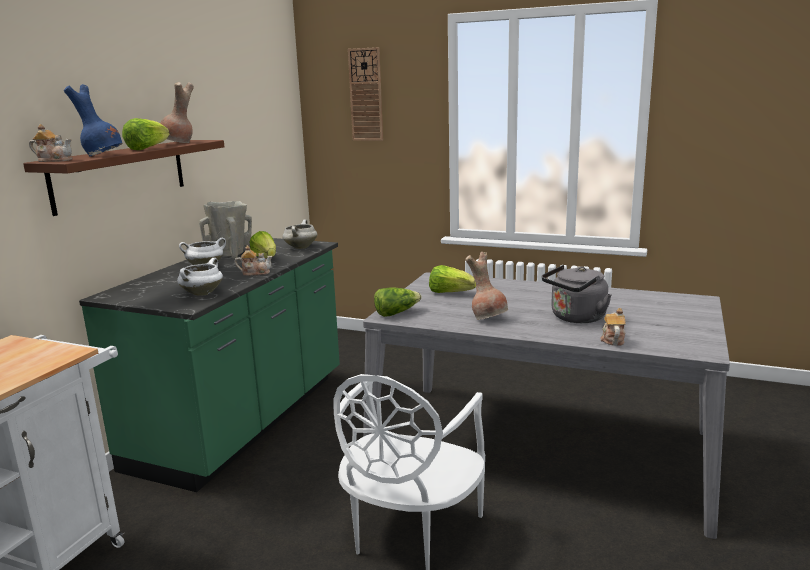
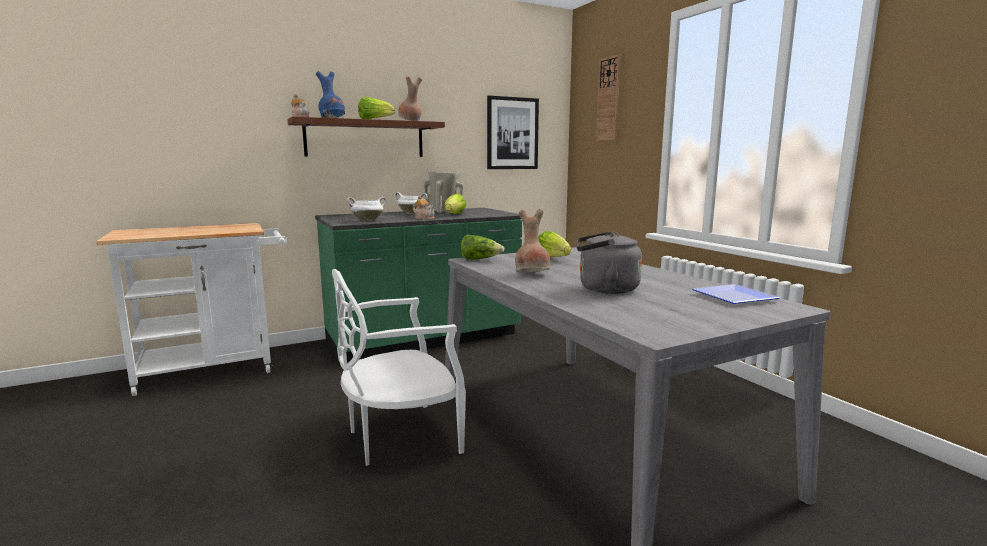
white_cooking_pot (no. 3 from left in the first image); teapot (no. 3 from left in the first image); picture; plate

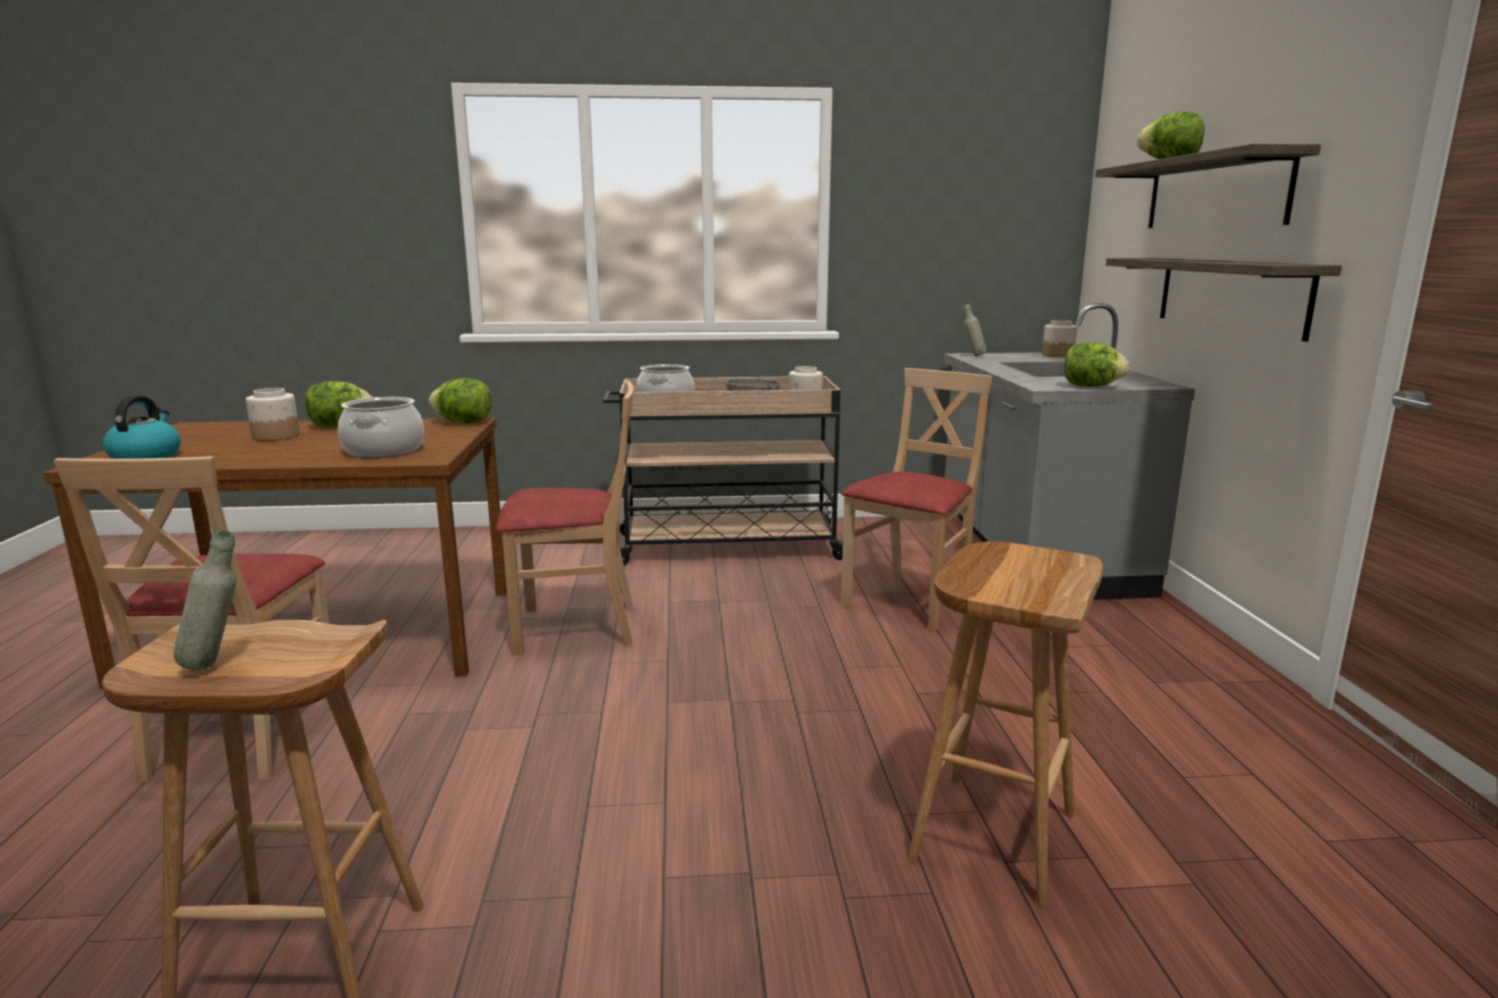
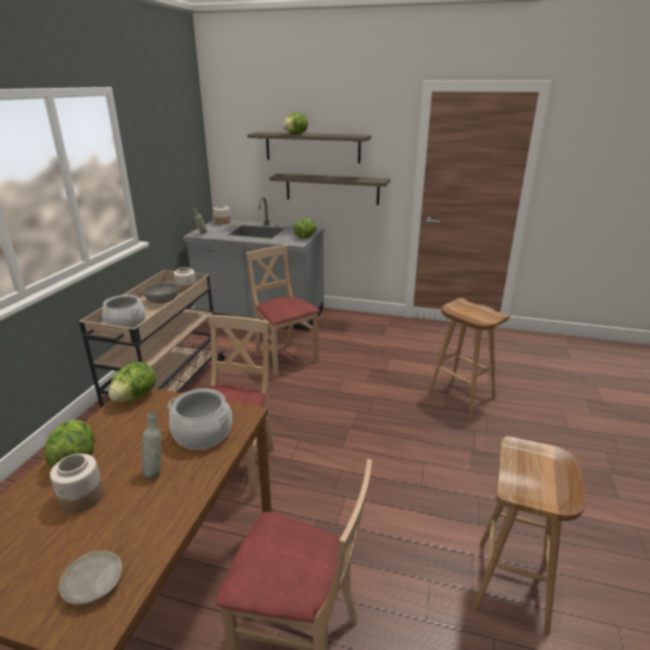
beige_plate; grey_bottle (no. 1 from left)

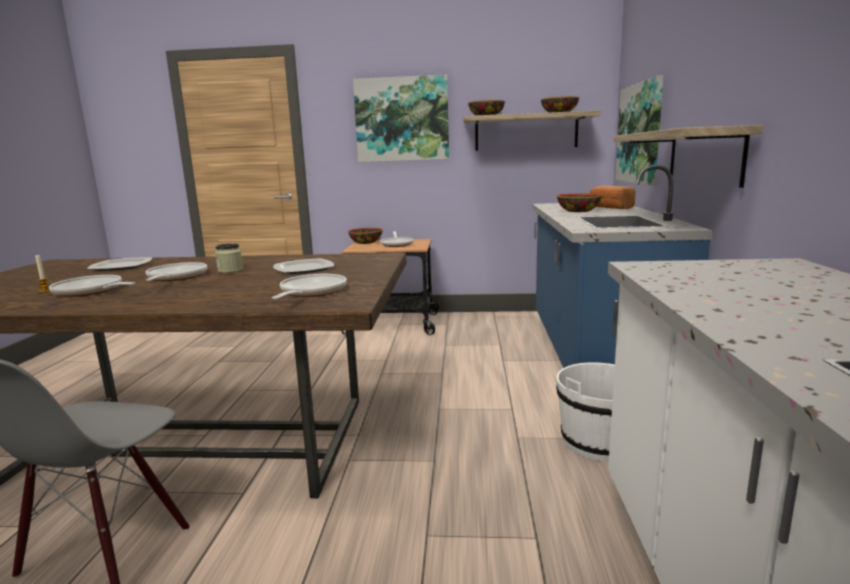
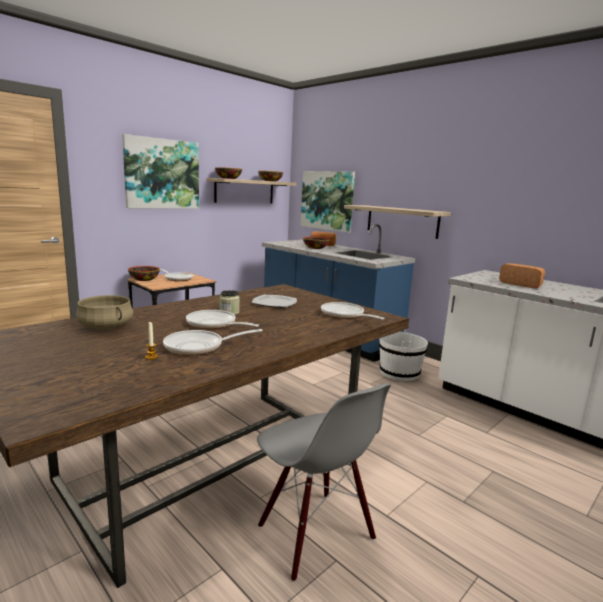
beige_cooking_pot; bread (no. 2 from left)

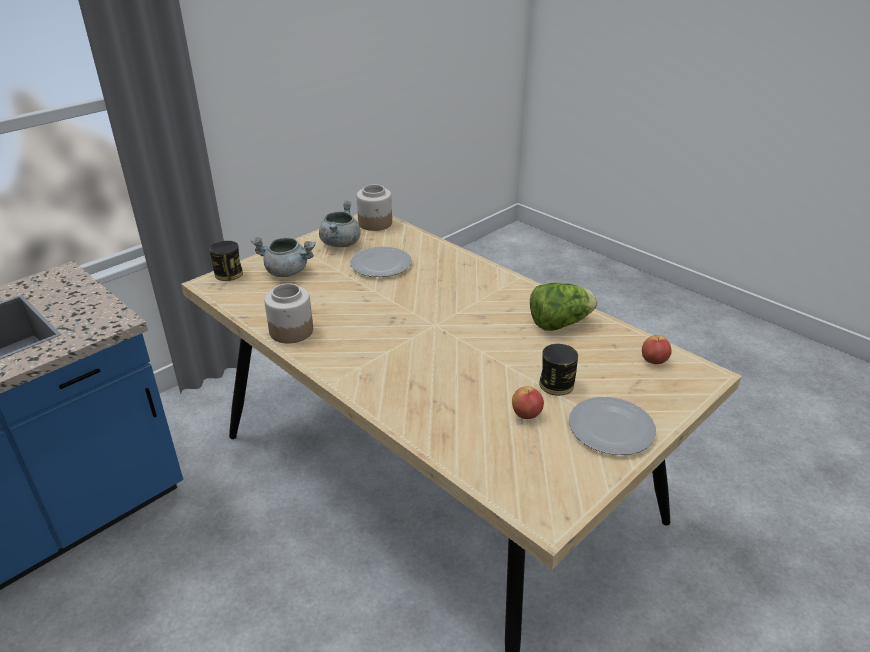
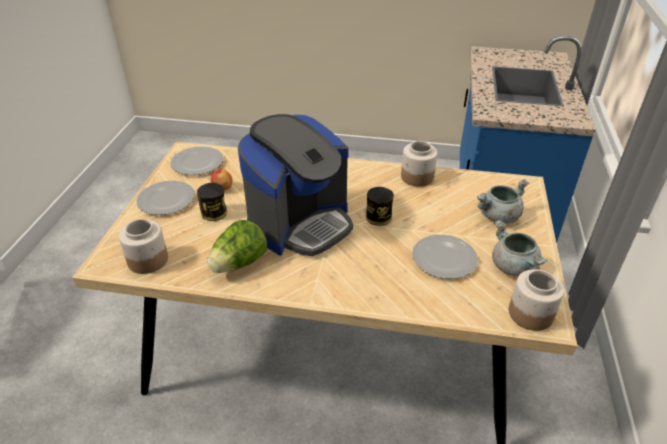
can (no. 2 from left); jar (no. 1 from left); coffee_machine; plate (no. 2 from left)

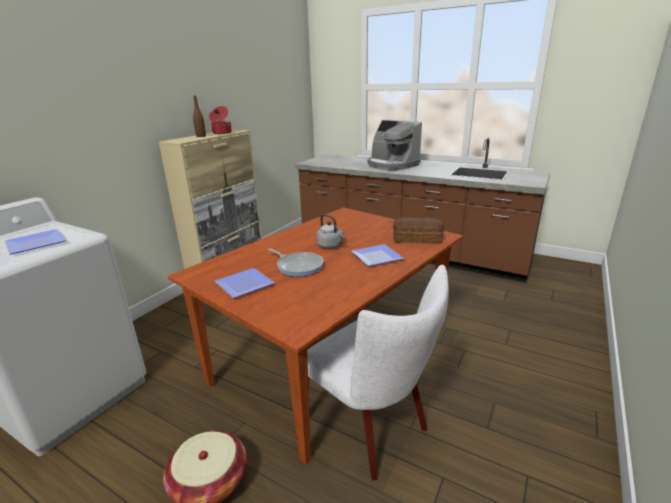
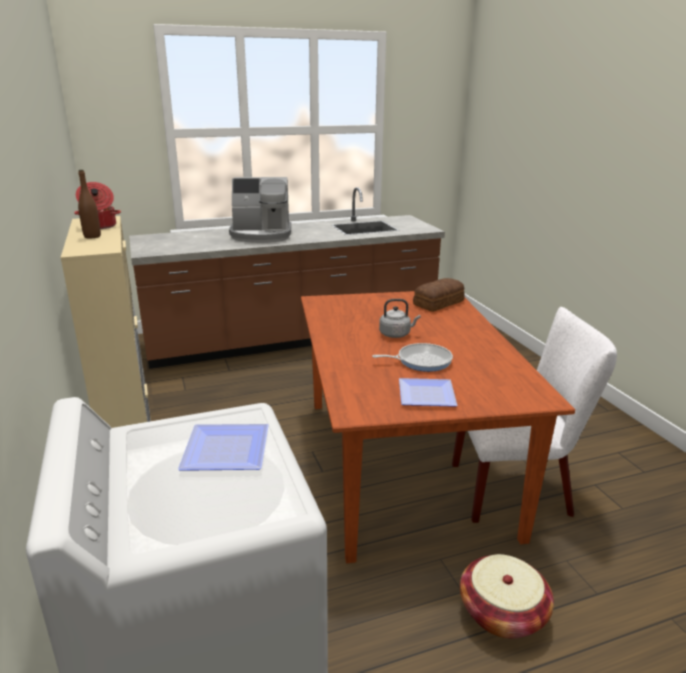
plate (no. 3 from left in the first image)

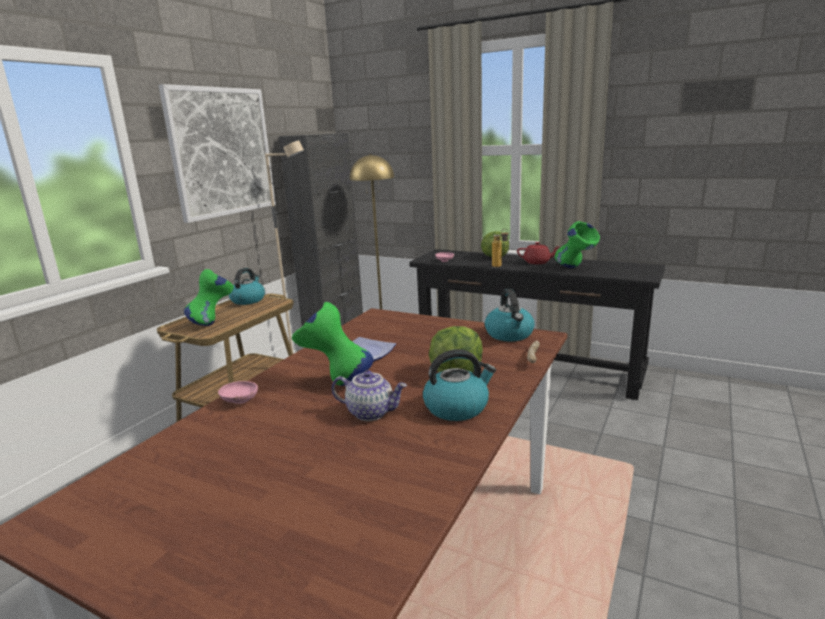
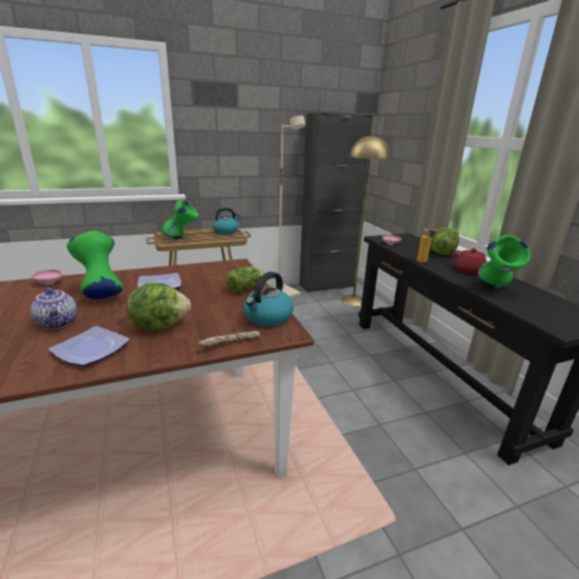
picture; plate (no. 1 from left); lettuce (no. 2 from left)

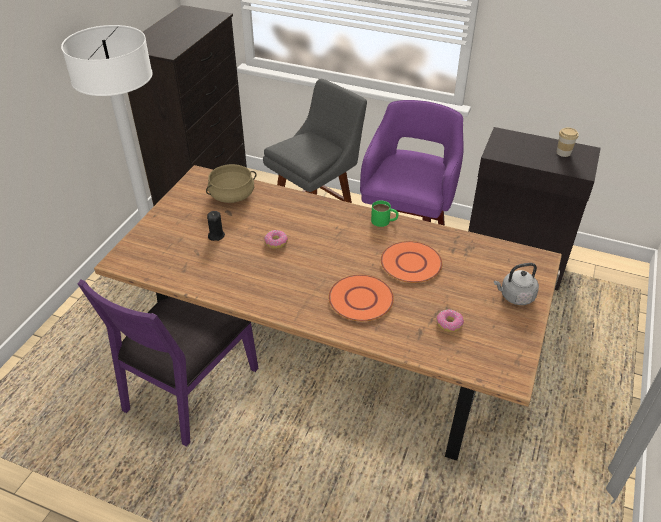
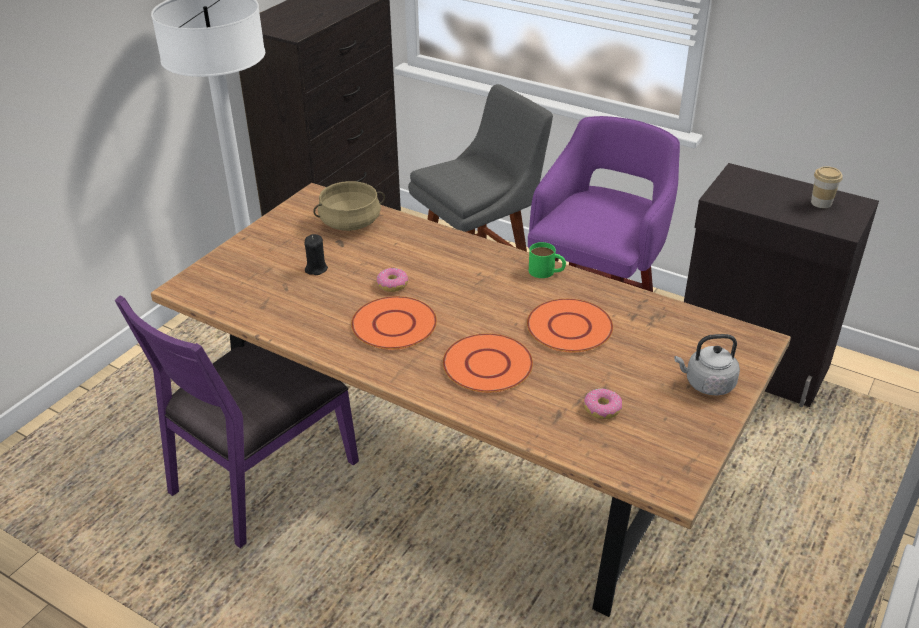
orange_plate (no. 1 from left)

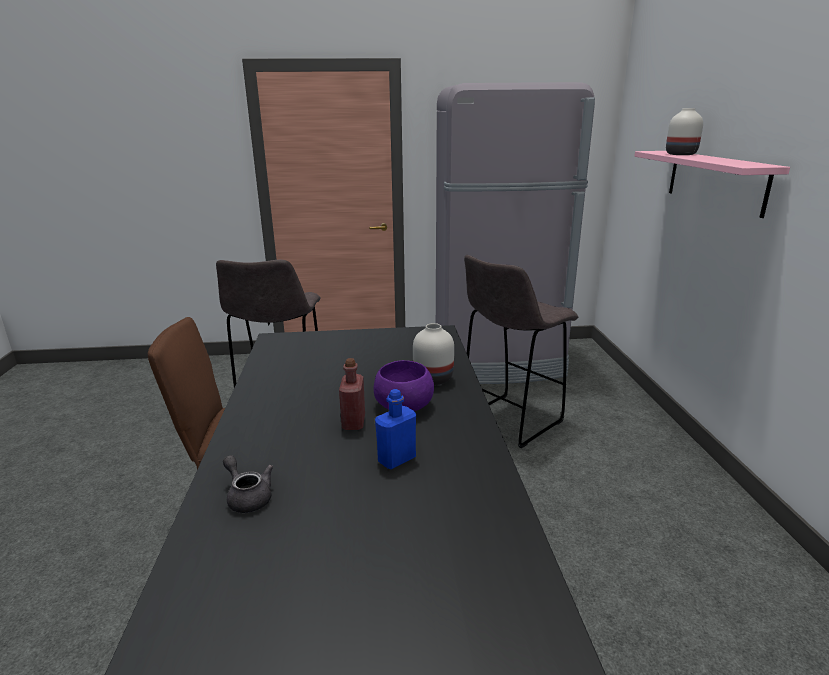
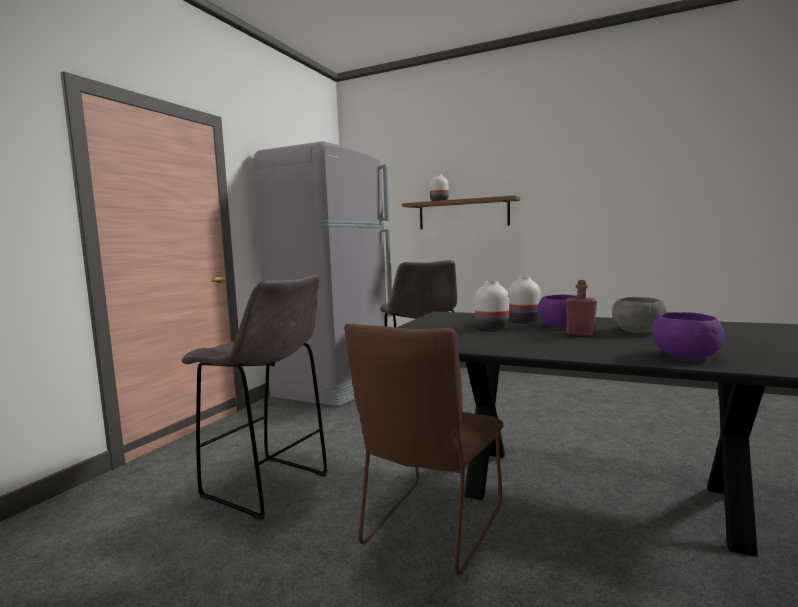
brown_shelf; grey_bowl; purple_bowl (no. 2 from left); white_vase (no. 2 from left)

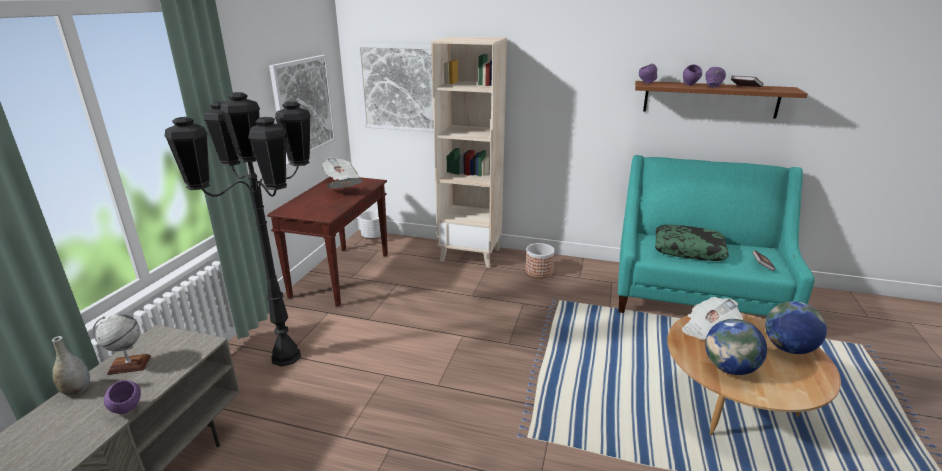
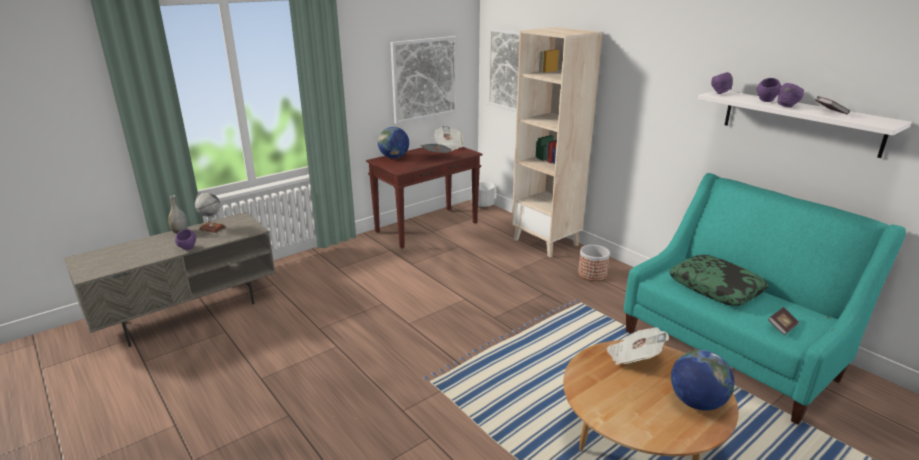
white_shelf; black_floor_lamp; globe (no. 2 from left)

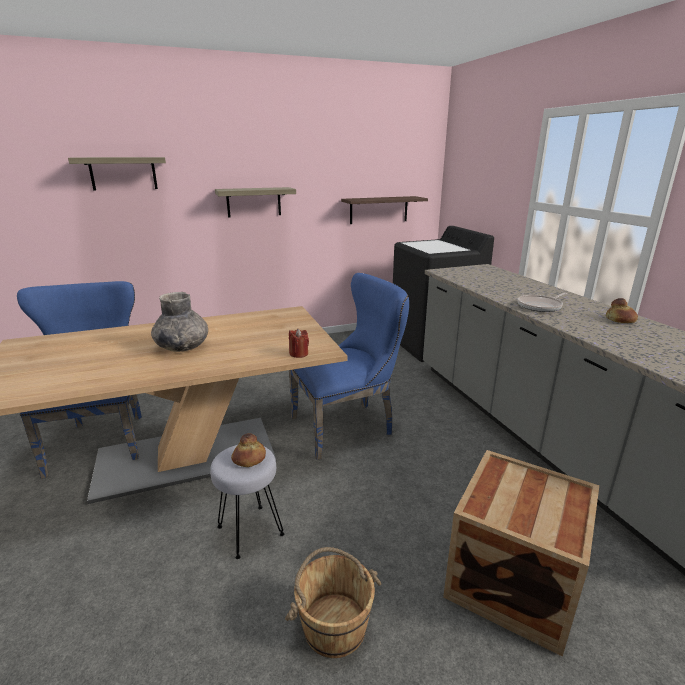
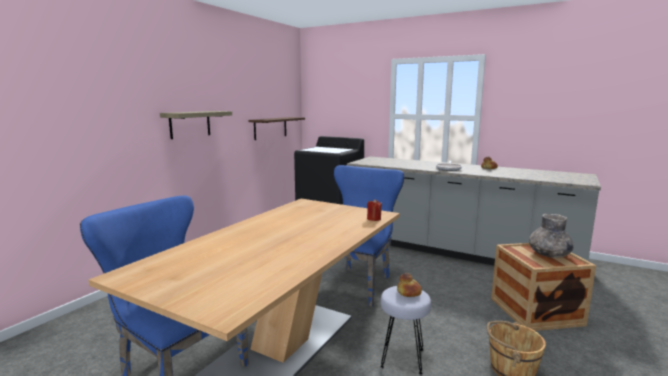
shelf (no. 1 from left in the first image); grey_vase

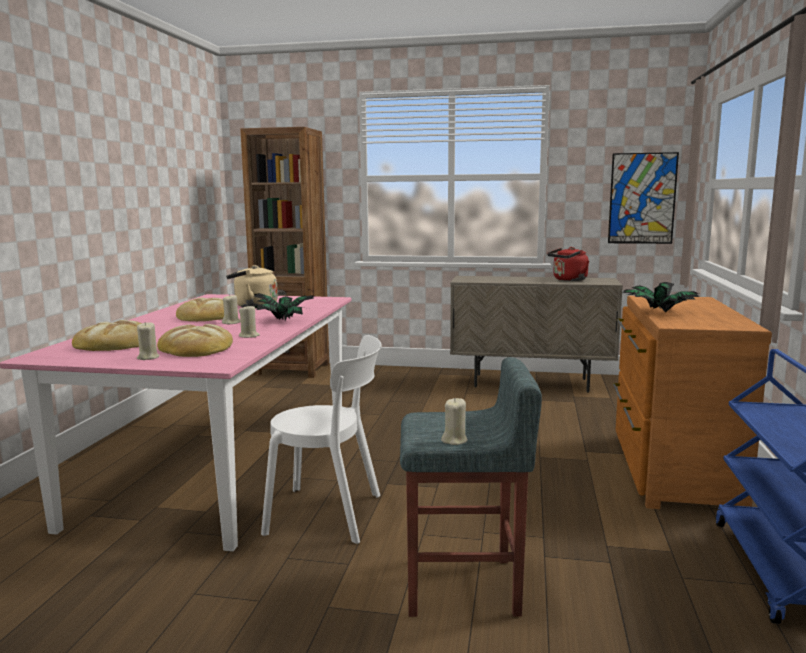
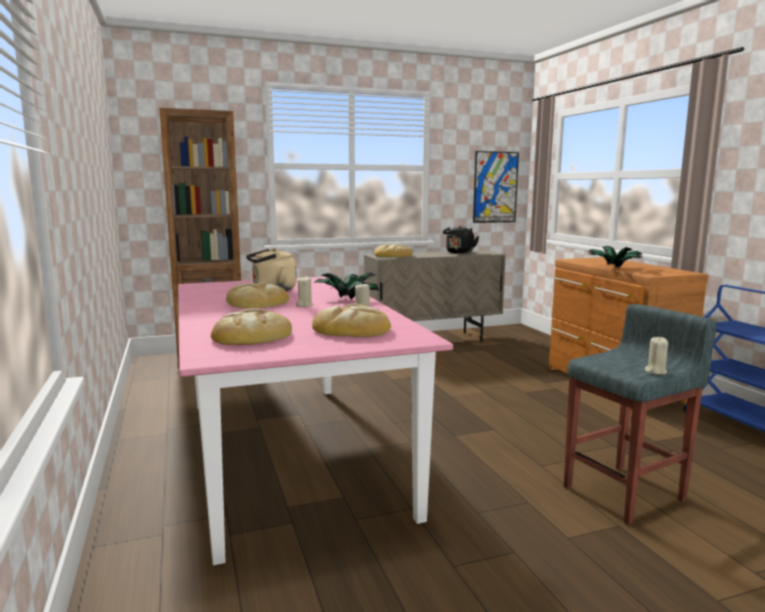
black_kettle; beige_candle (no. 1 from left in the first image); white_chair; bread (no. 4 from left)

